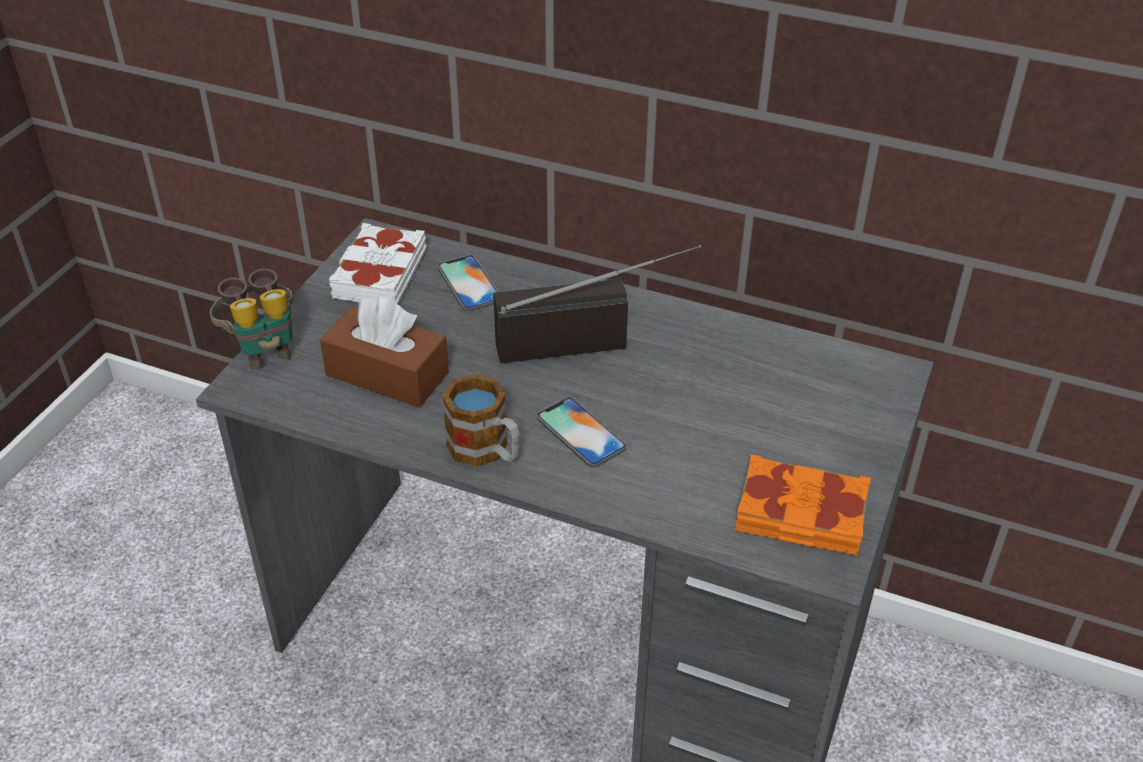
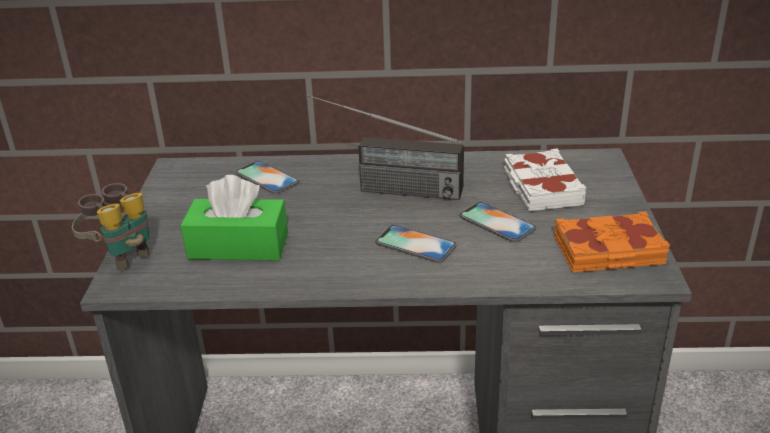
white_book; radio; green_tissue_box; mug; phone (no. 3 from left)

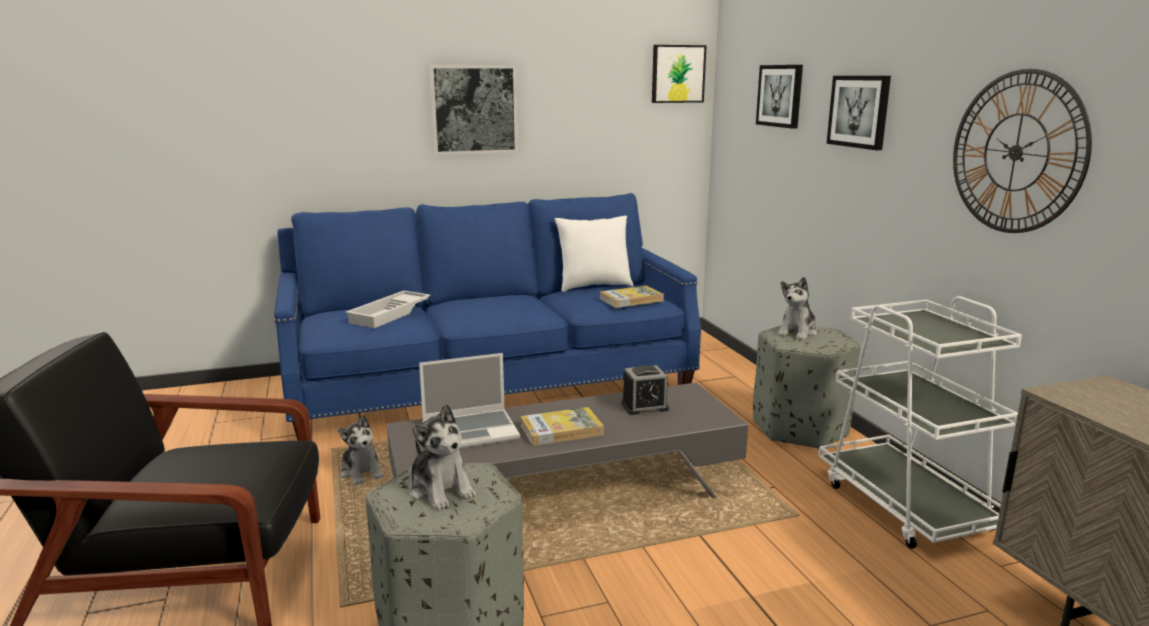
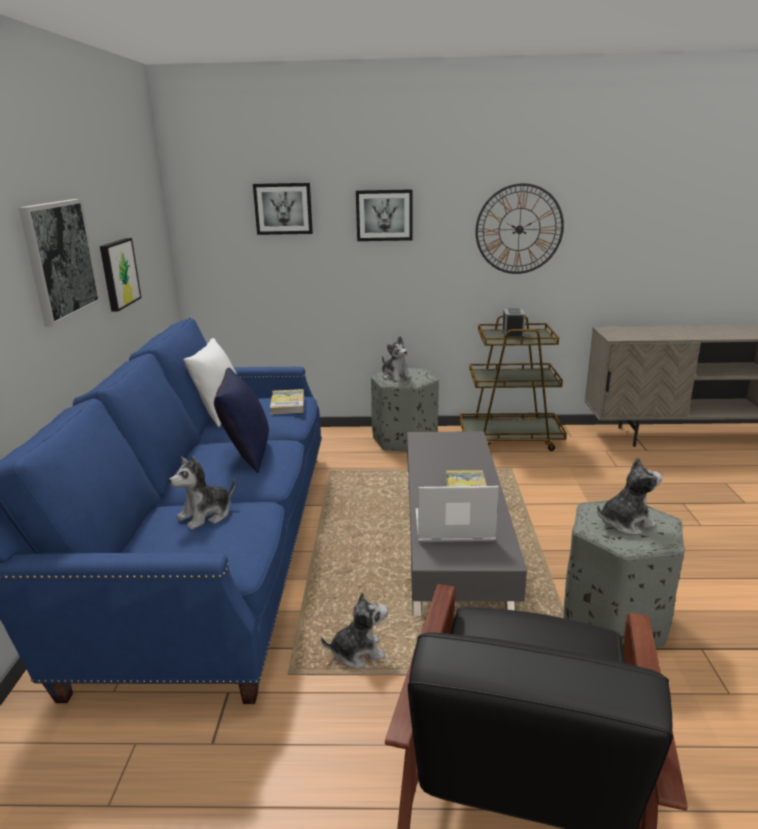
picture (no. 2 from left); plush_toy (no. 1 from left); brown_cart; laptop; alarm_clock; blue_pillow

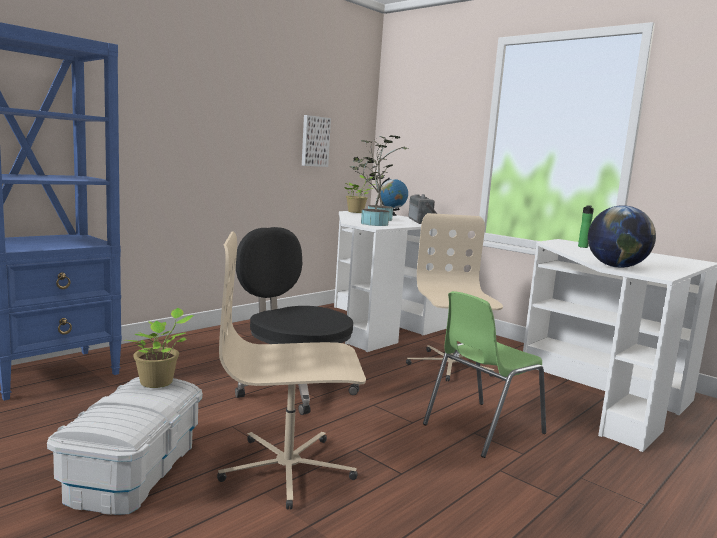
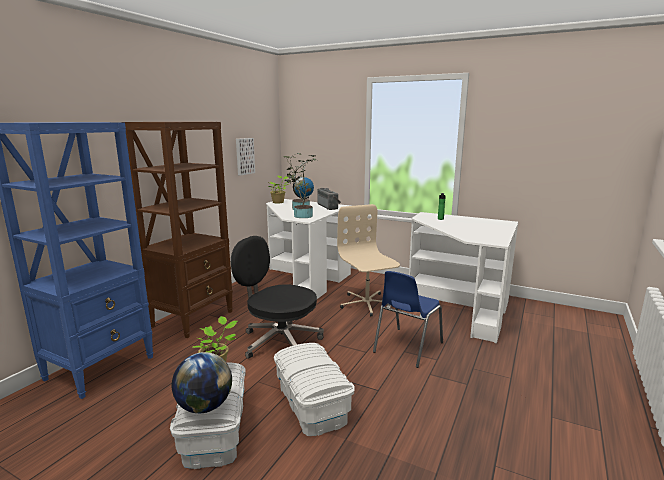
globe (no. 1 from left); white_storage_box (no. 2 from left); blue_chair; brown_bookcase

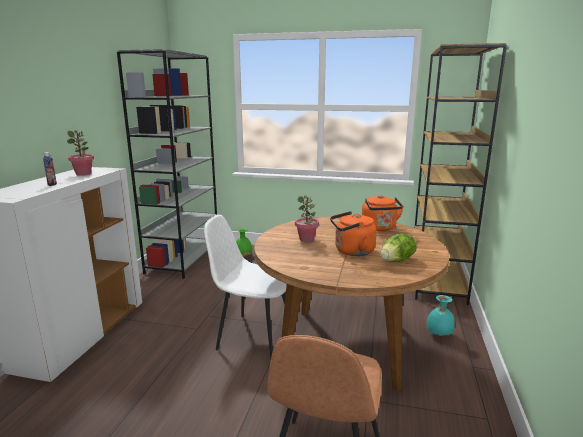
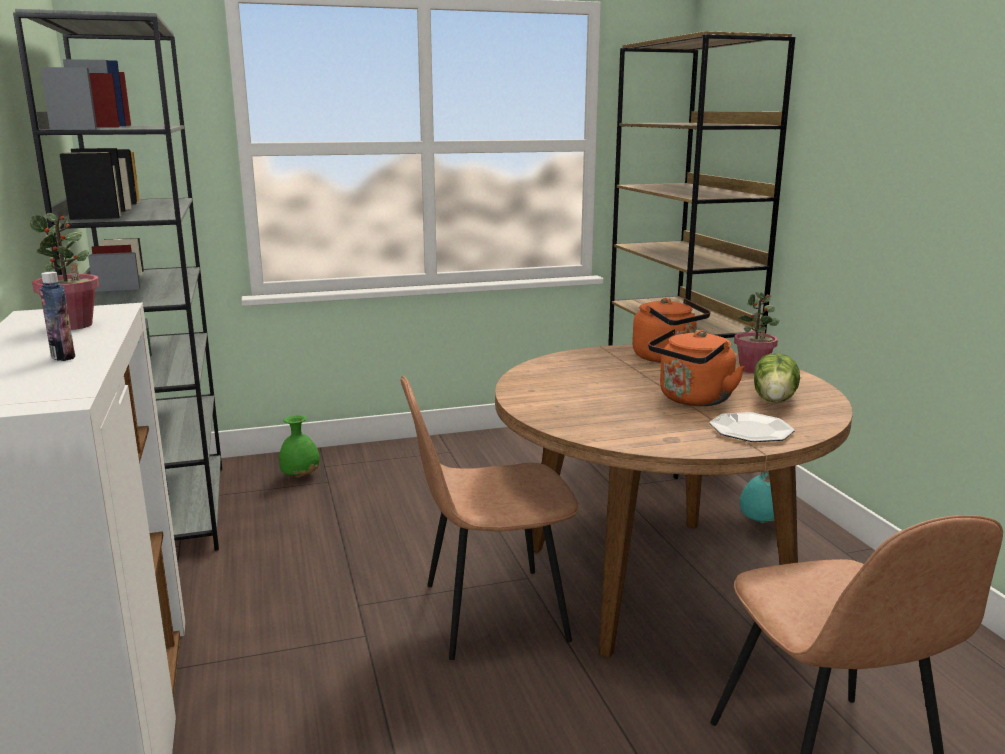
potted_plant (no. 2 from left); brown_chair (no. 1 from left); plate

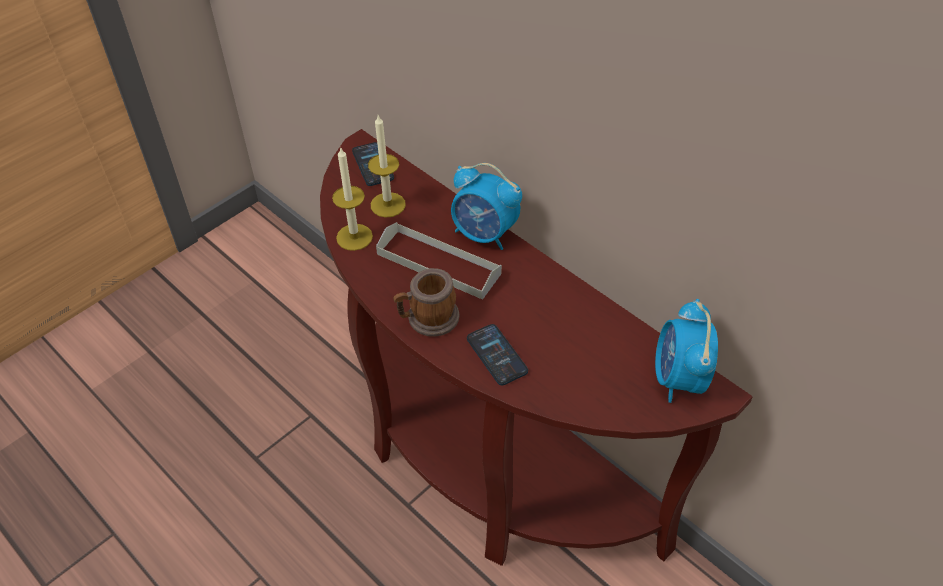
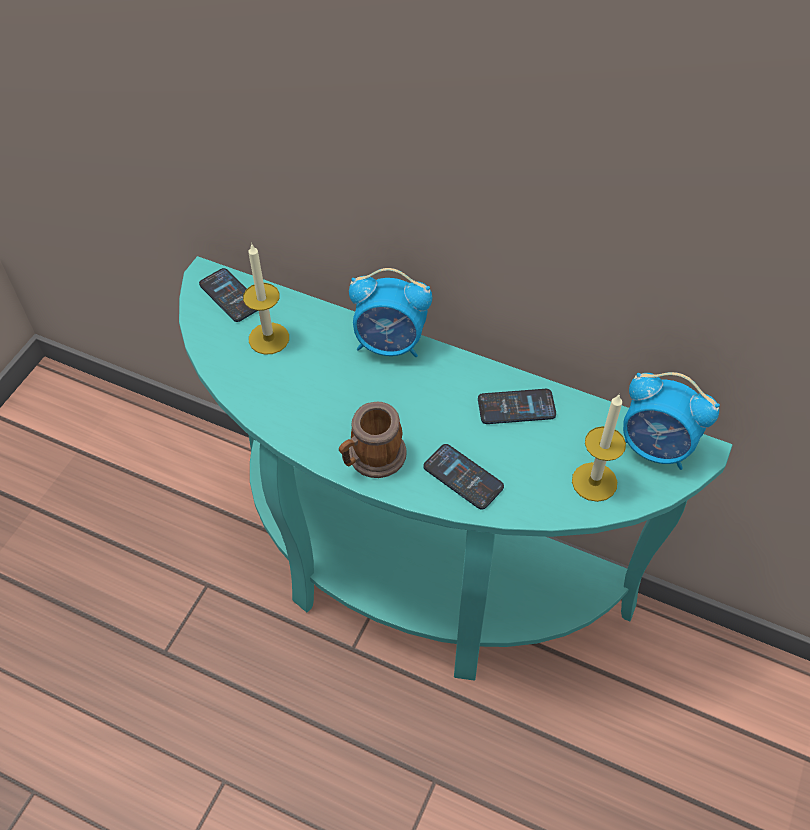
turquoise_console_table; candle (no. 2 from left); grey_tray; alarm_clock (no. 2 from left); phone (no. 3 from left)

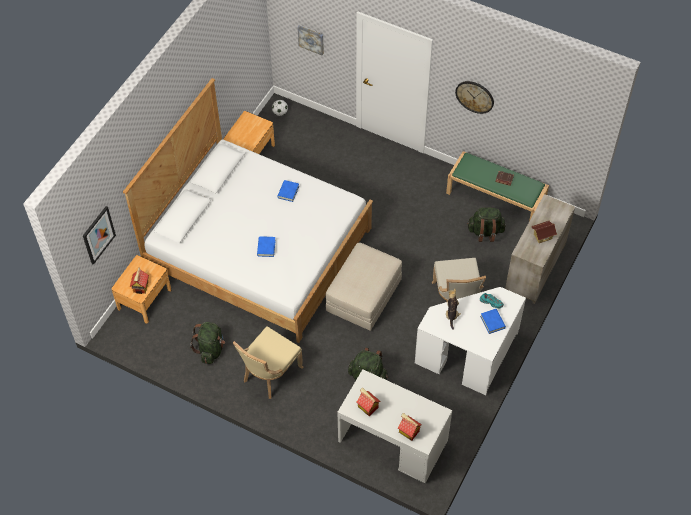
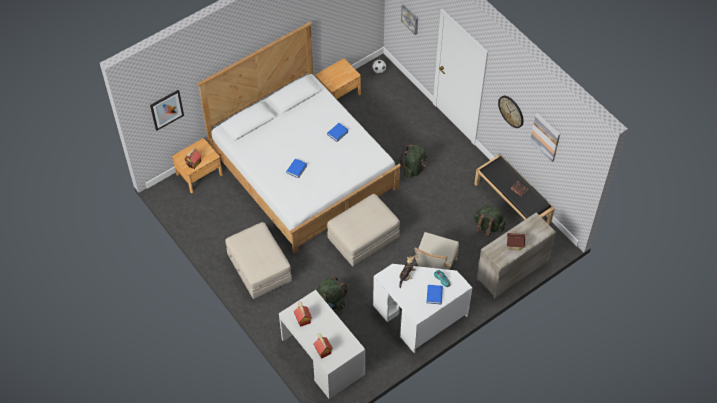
black_bench; green_backpack (no. 2 from left); beige_ottoman (no. 1 from left); picture (no. 3 from left)

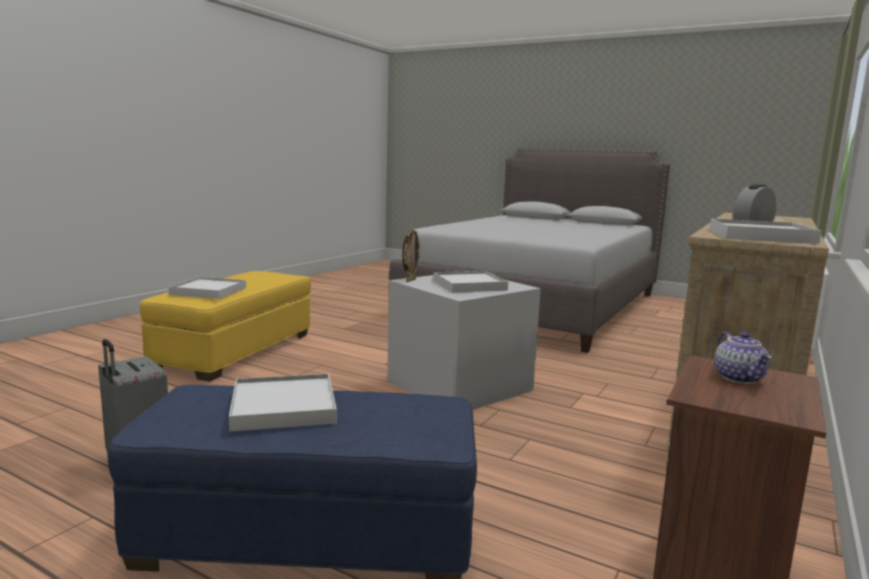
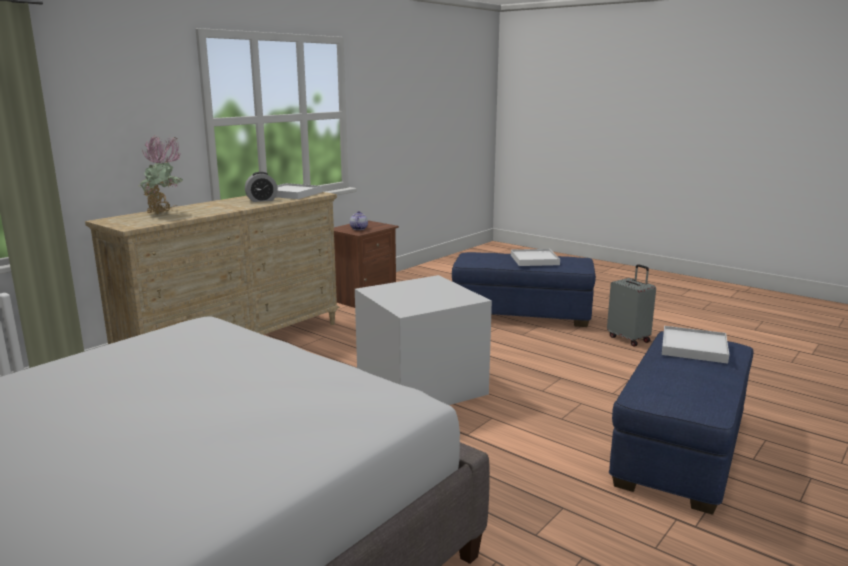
picture_frame; blue_ottoman (no. 2 from left); white_tray (no. 3 from left in the first image); potted_plant

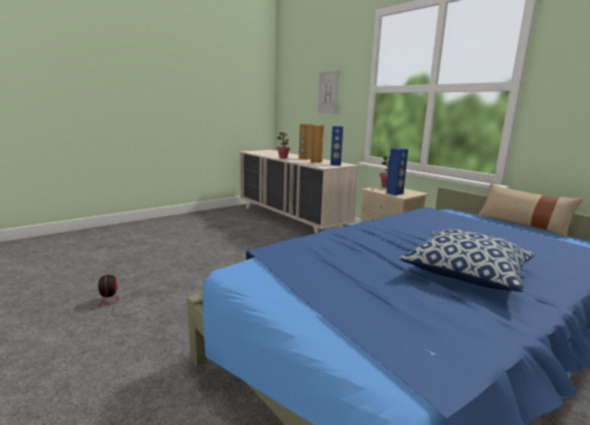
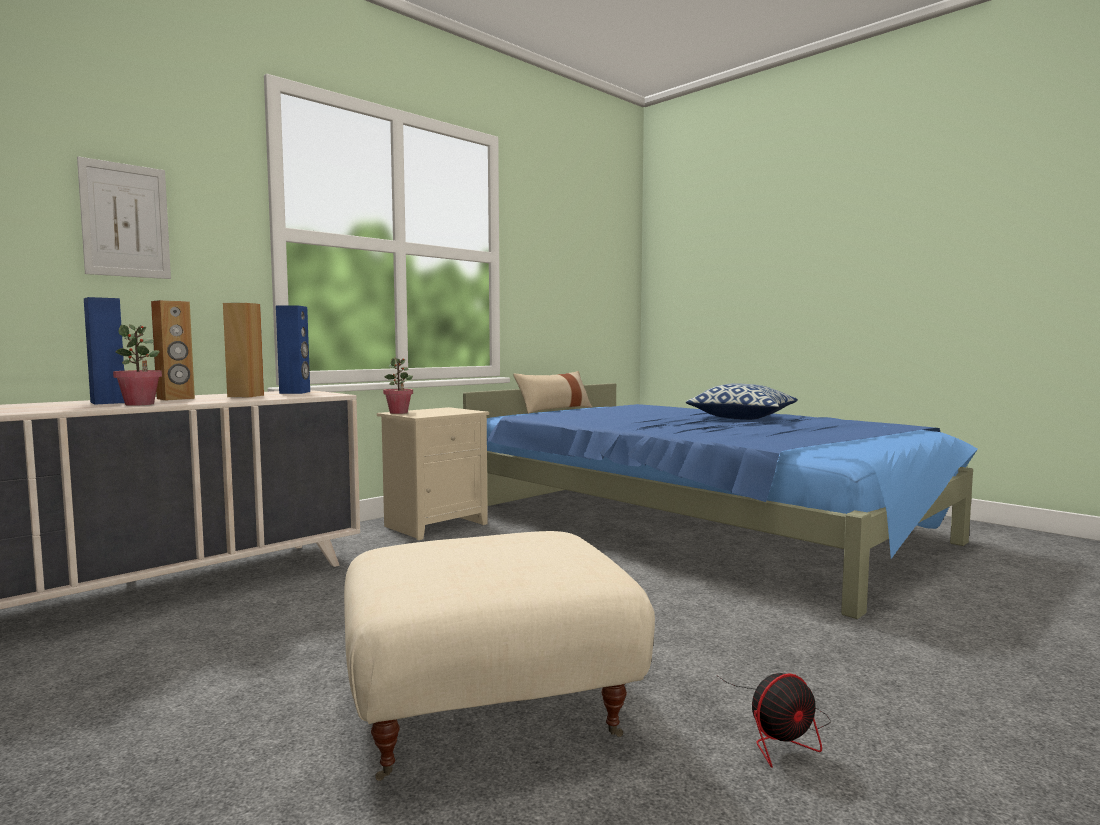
blue_speaker (no. 1 from left); beige_ottoman

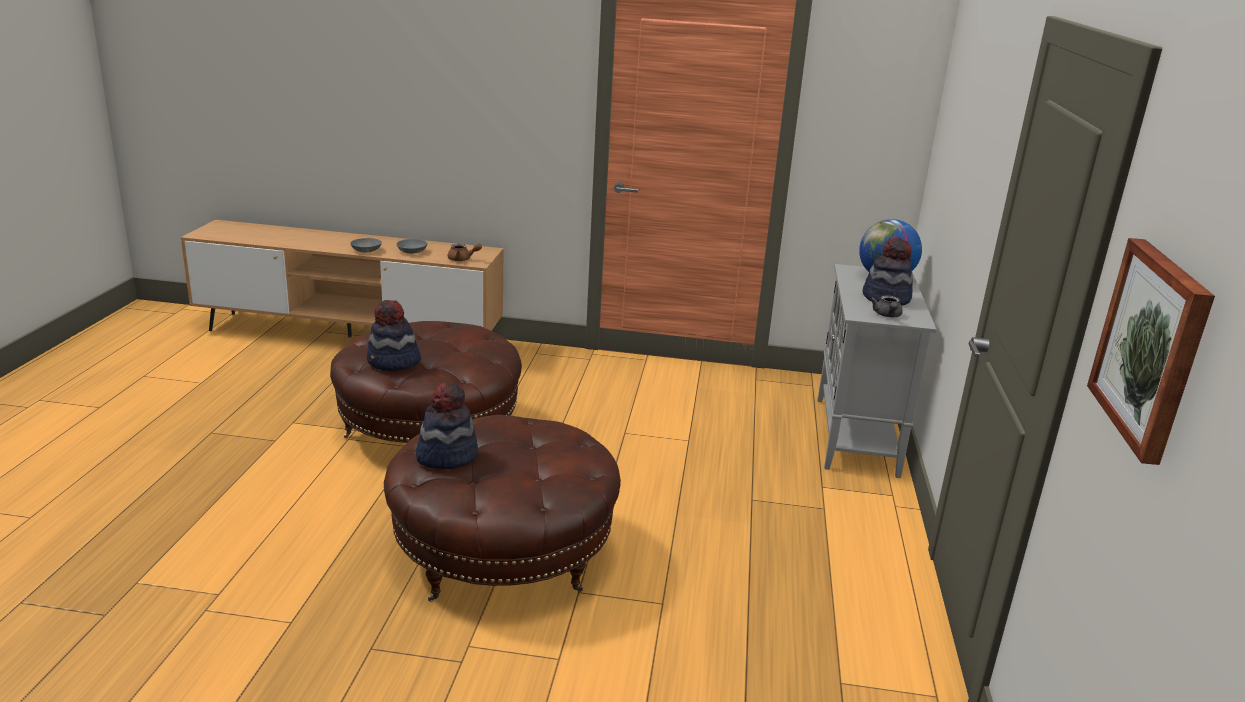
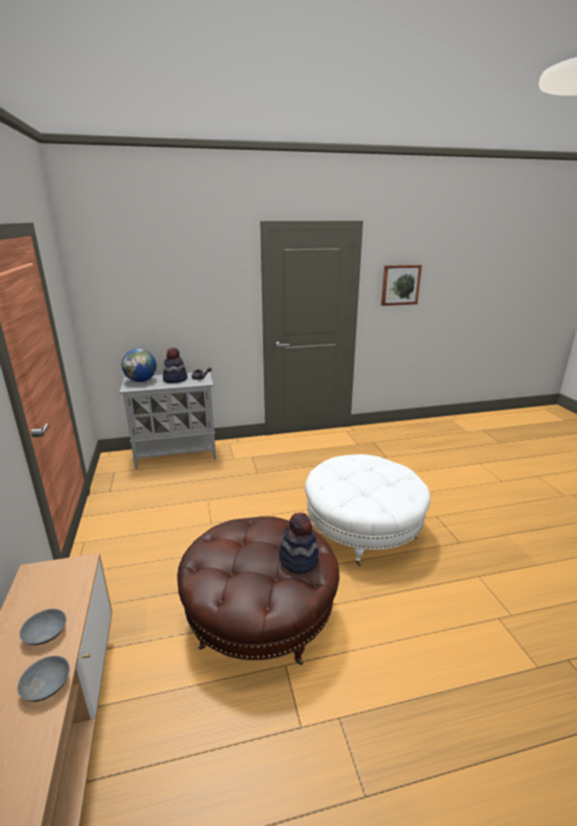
brown_teapot; hat (no. 2 from left in the first image); white_ottoman

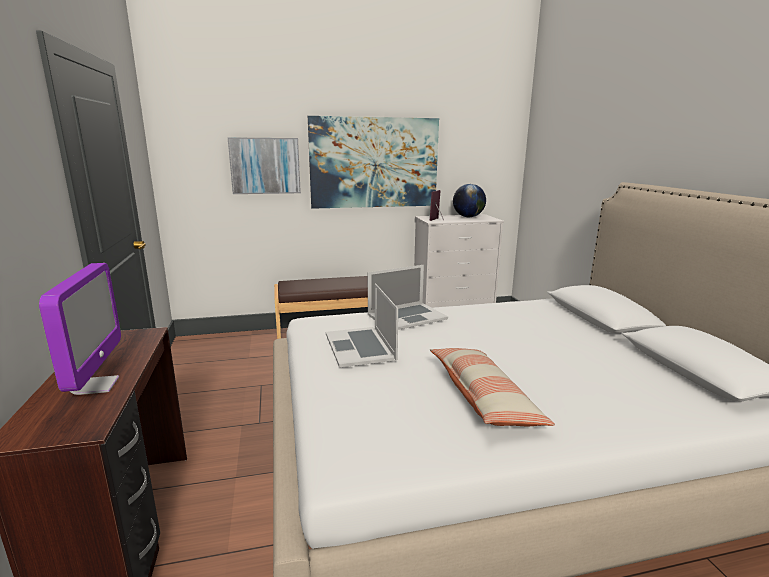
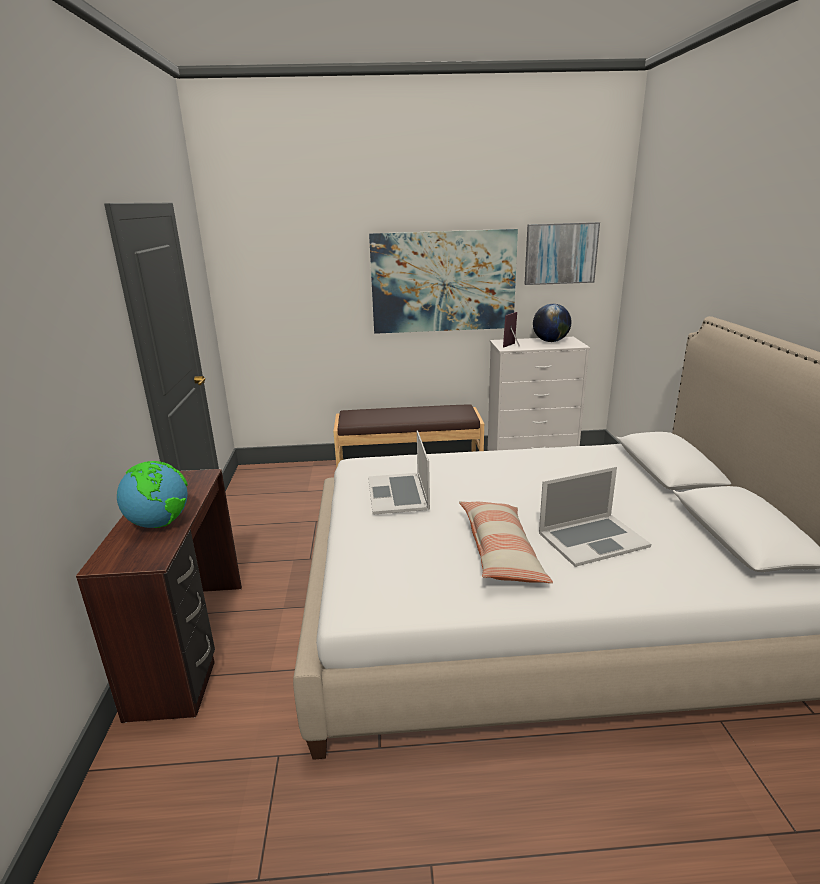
picture (no. 2 from left); globe (no. 1 from left); laptop (no. 2 from left)

